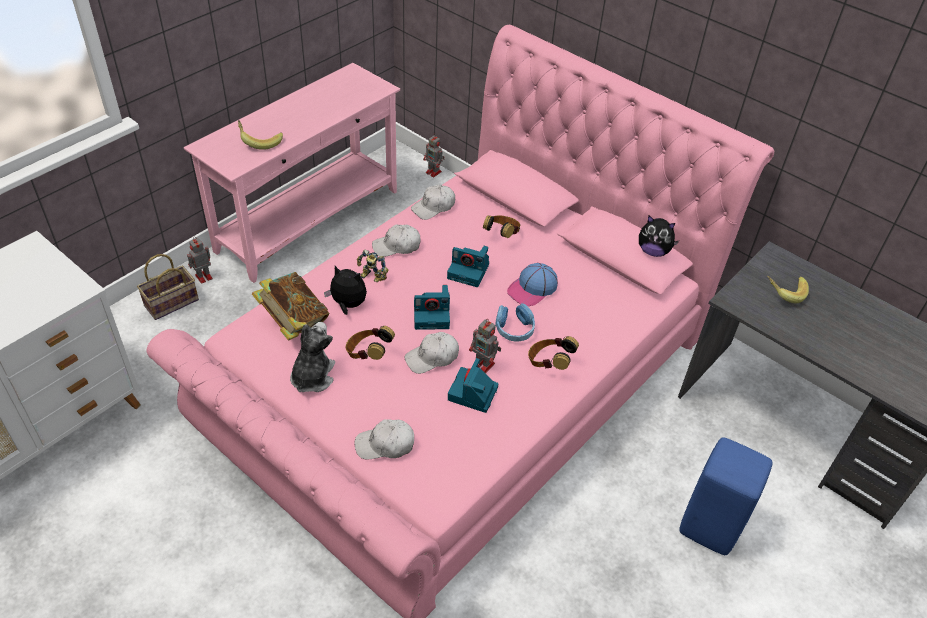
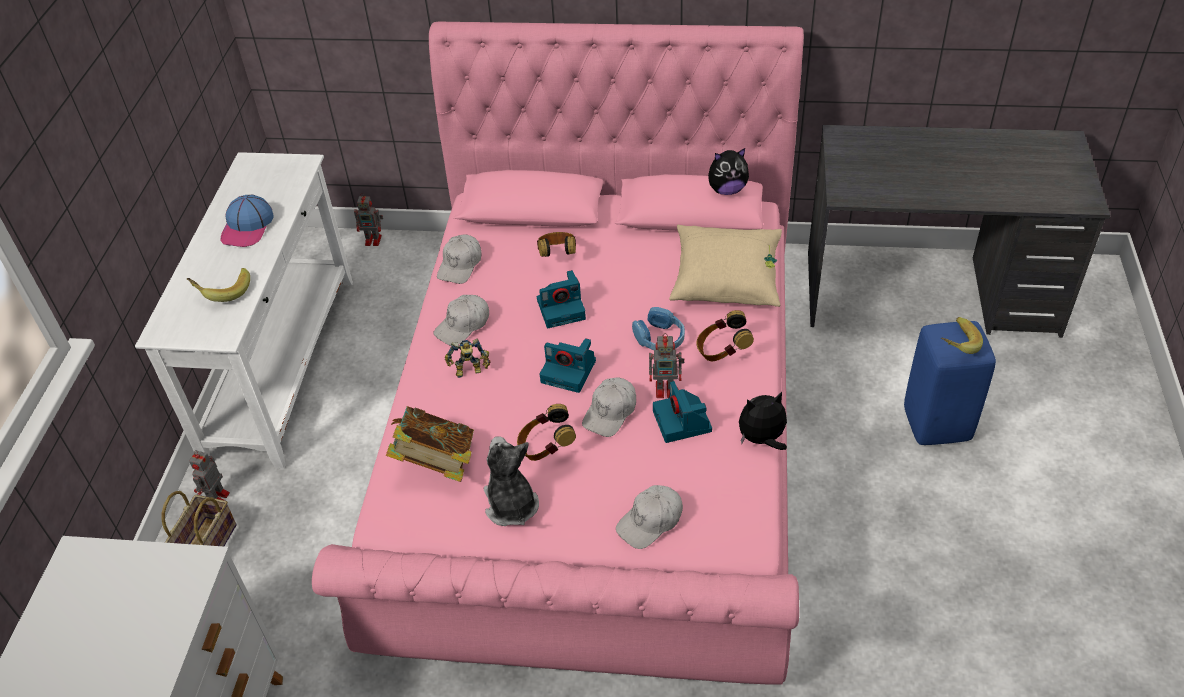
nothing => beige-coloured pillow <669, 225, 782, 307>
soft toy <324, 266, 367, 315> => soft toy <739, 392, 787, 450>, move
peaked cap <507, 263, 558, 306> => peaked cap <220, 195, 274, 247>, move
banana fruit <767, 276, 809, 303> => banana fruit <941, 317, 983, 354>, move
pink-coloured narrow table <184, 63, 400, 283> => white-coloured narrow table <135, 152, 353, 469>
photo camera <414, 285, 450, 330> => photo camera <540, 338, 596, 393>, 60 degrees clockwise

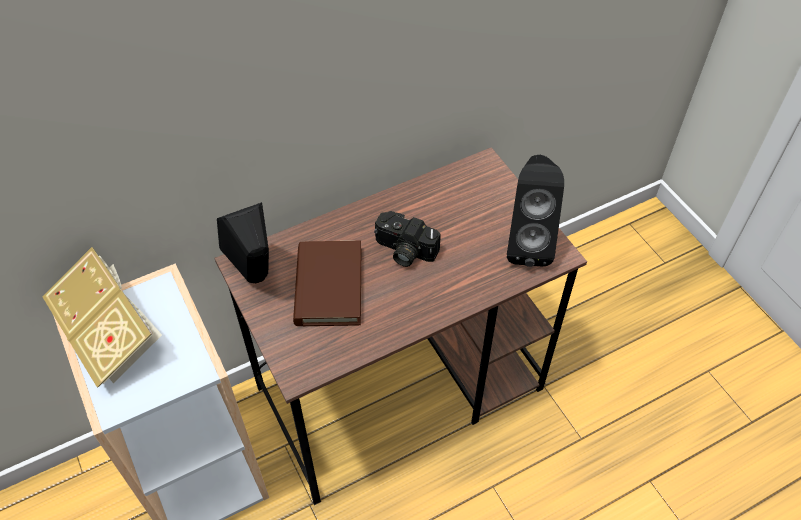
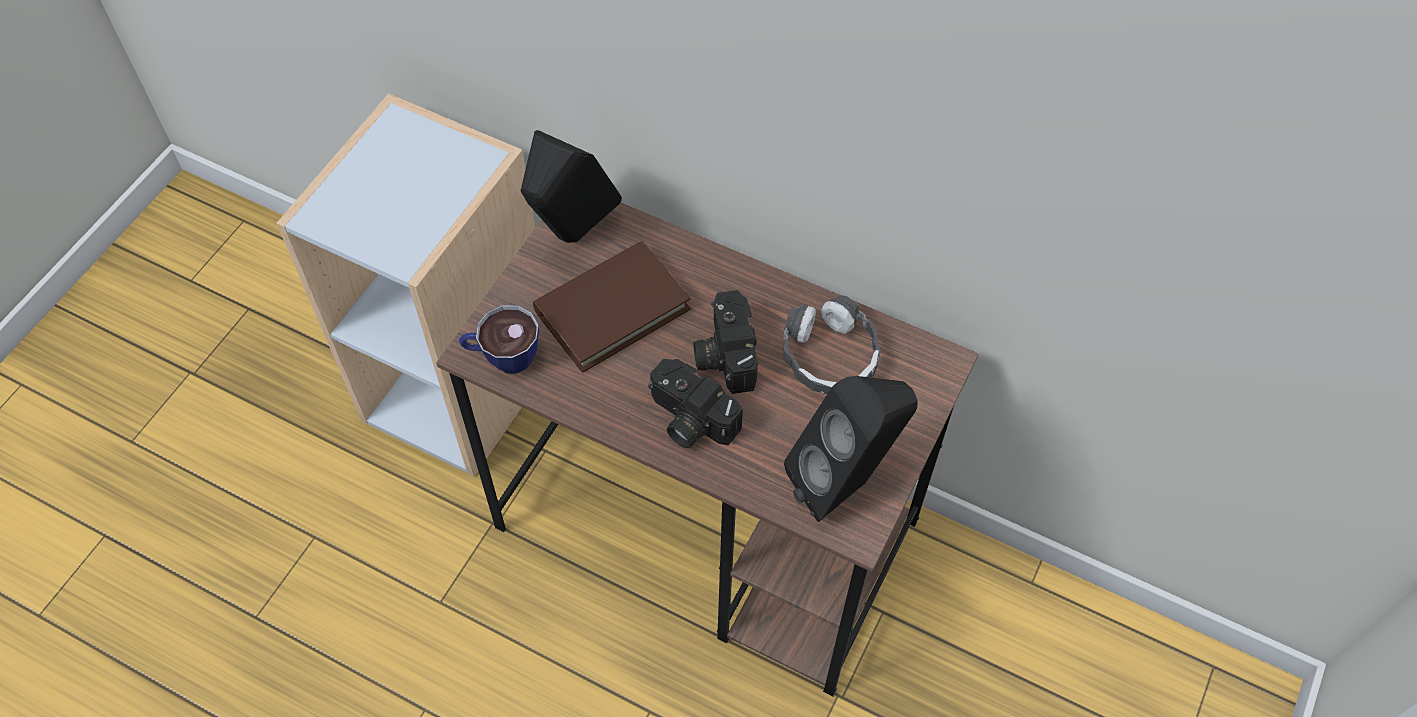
volume <42, 247, 162, 388> => nothing
nothing => drinking cup <459, 305, 539, 373>
nothing => photo camera <648, 359, 743, 448>
nothing => pair of headphones <783, 295, 881, 394>

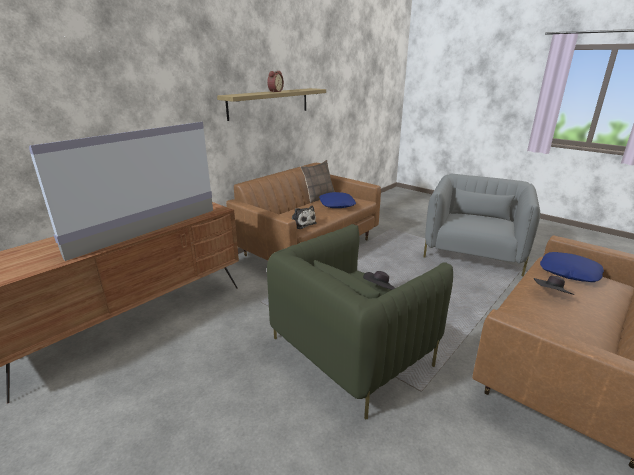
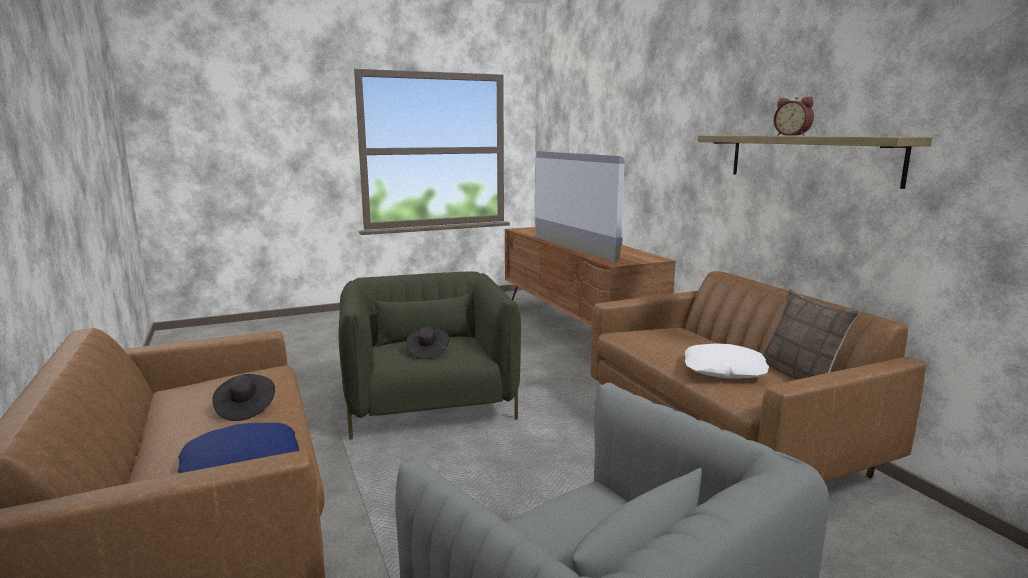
soft toy <292, 206, 317, 229> => nothing
blue pillow <319, 192, 356, 208> => white-coloured pillow <685, 343, 769, 379>

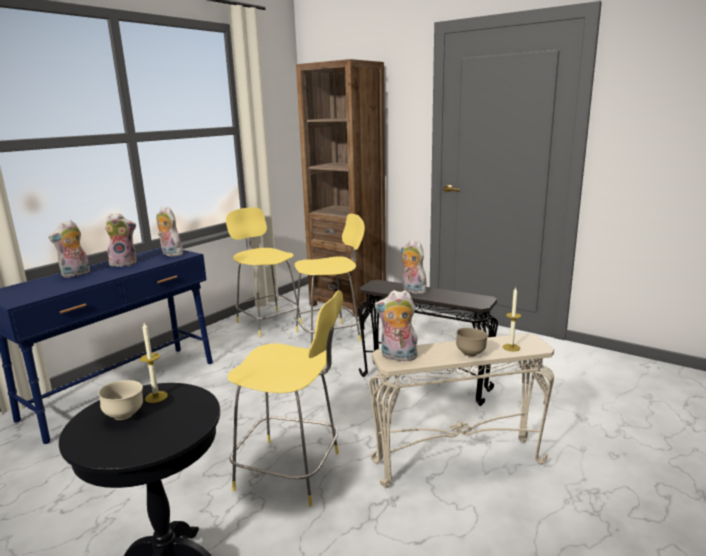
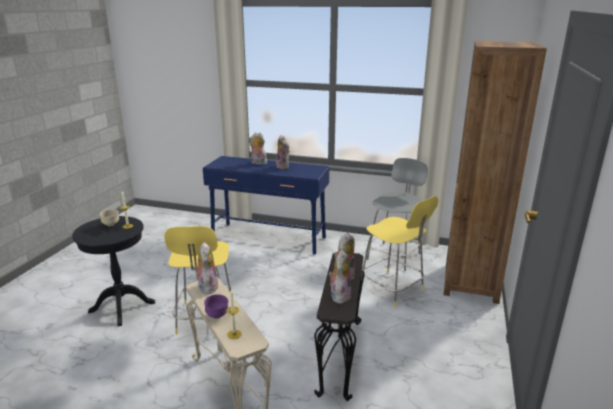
soft toy <156, 206, 183, 256> => soft toy <329, 250, 351, 304>, move
yellow-coloured stool <226, 207, 302, 337> => gray stool <367, 158, 428, 271>
brown-coloured bowl <456, 328, 488, 357> => purple bowl <204, 294, 228, 318>

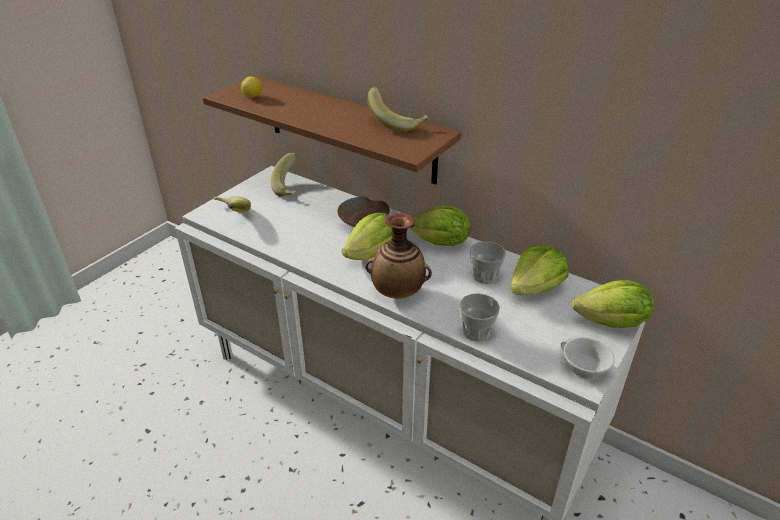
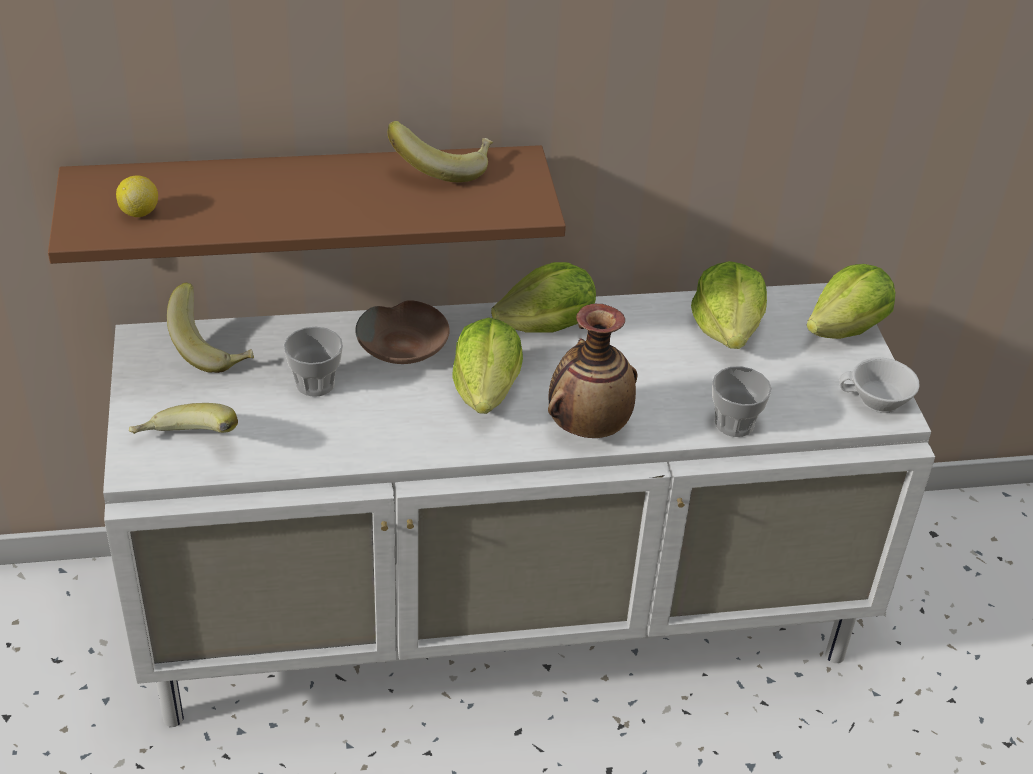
drinking cup <470, 241, 506, 284> => drinking cup <284, 326, 343, 397>, move

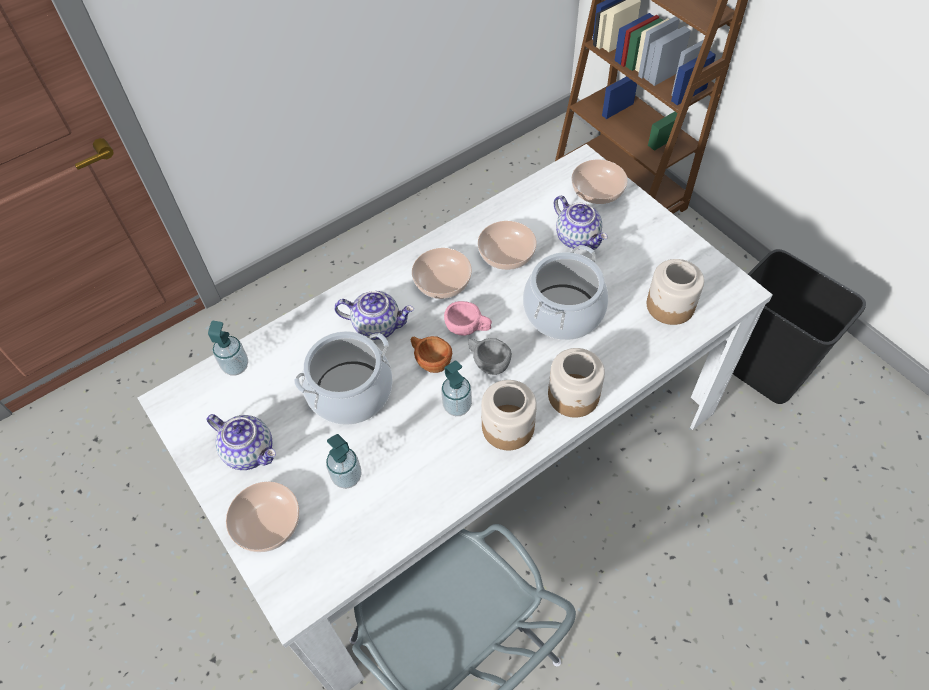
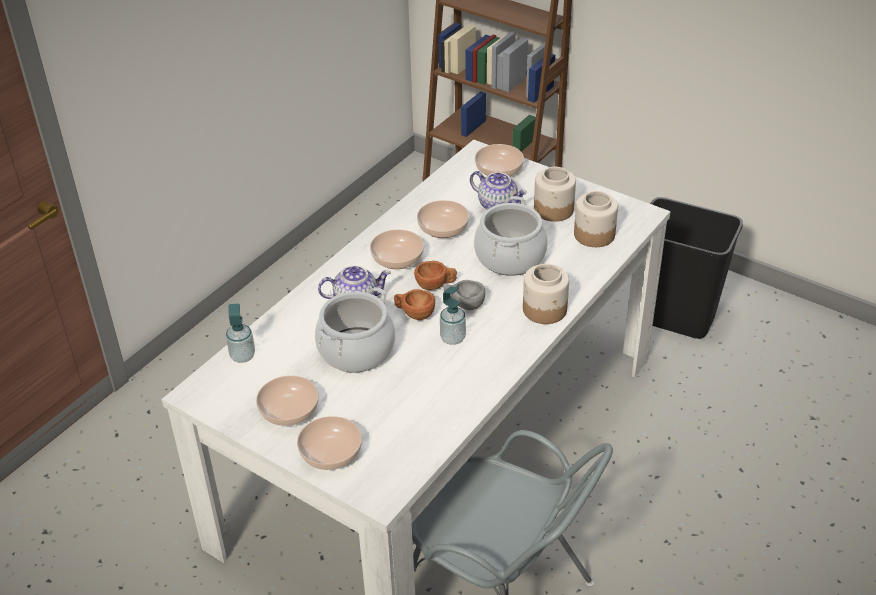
soap dispenser <326, 434, 362, 489> => nothing
jar <481, 380, 537, 450> => jar <534, 167, 576, 222>, move
tea pot <206, 414, 276, 470> => bowl <256, 376, 319, 426>
pink-coloured drinking cup <444, 301, 492, 336> => brown-coloured drinking cup <414, 261, 457, 290>

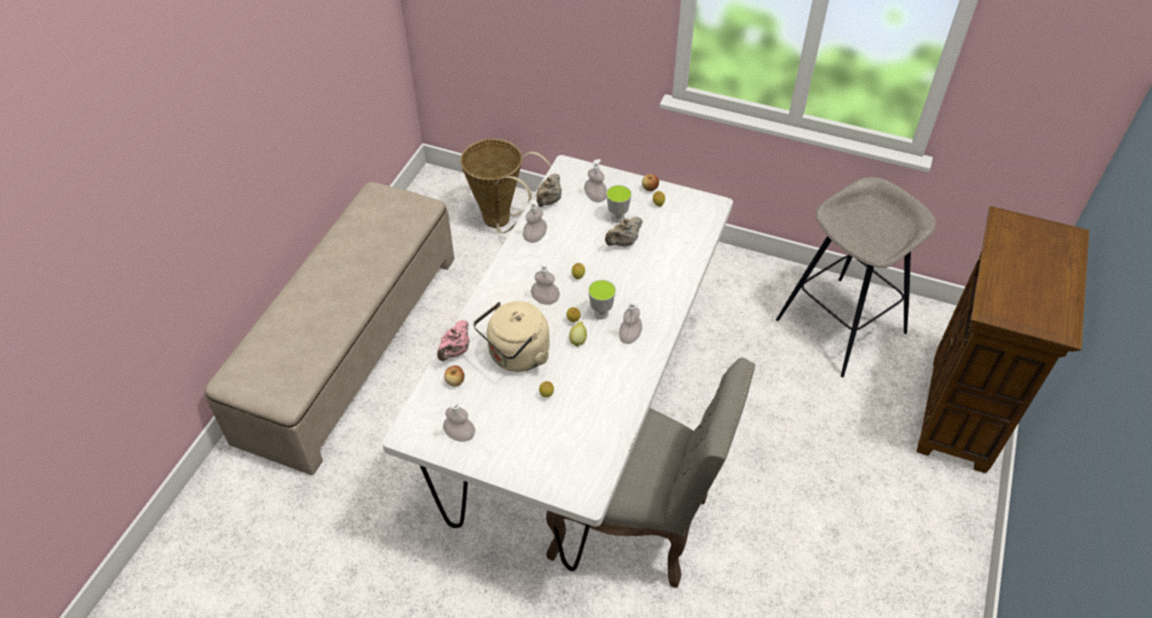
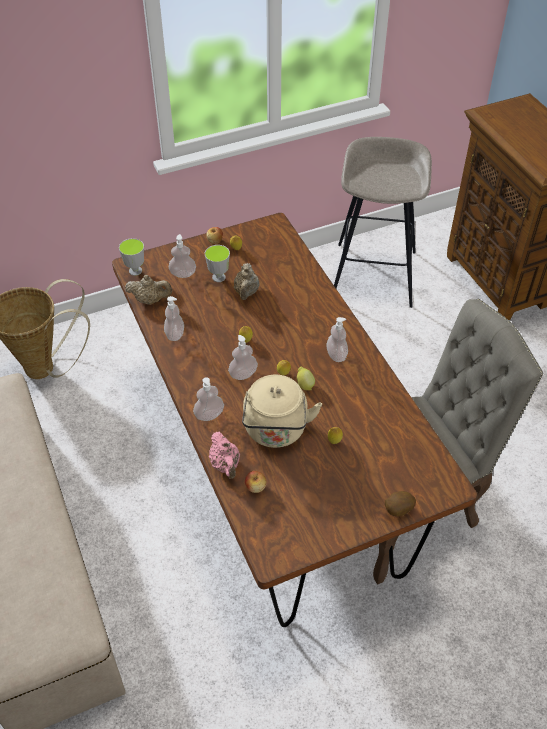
nothing => spud <385, 491, 416, 516>
soap dispenser <443, 399, 475, 442> => soap dispenser <193, 377, 224, 421>, move
drinking cup <588, 280, 616, 319> => drinking cup <119, 238, 144, 276>, move
white-coloured dining table <382, 155, 733, 571> => brown-coloured dining table <112, 213, 477, 627>
beige-coloured tea pot <536, 173, 562, 207> => beige-coloured tea pot <125, 275, 172, 305>, 60 degrees counterclockwise

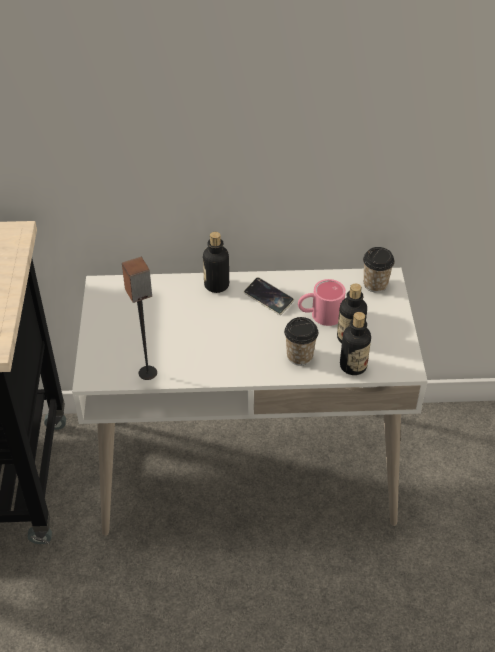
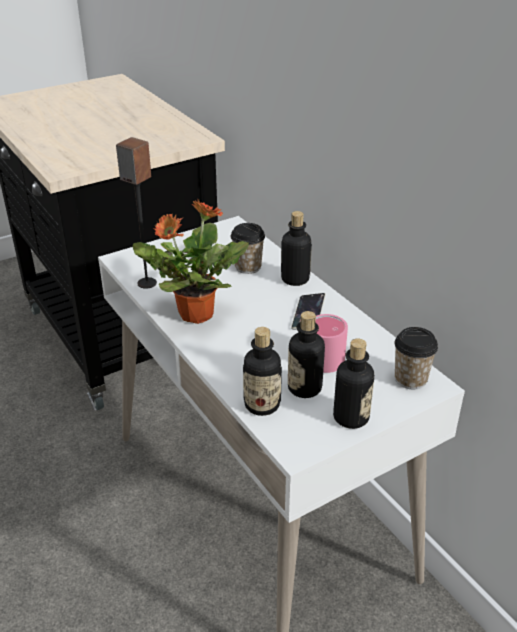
nothing => plant in a pot <132, 200, 249, 324>
nothing => drink bottle <333, 339, 374, 429>
drinking cup <284, 317, 318, 365> => drinking cup <231, 223, 265, 274>, move

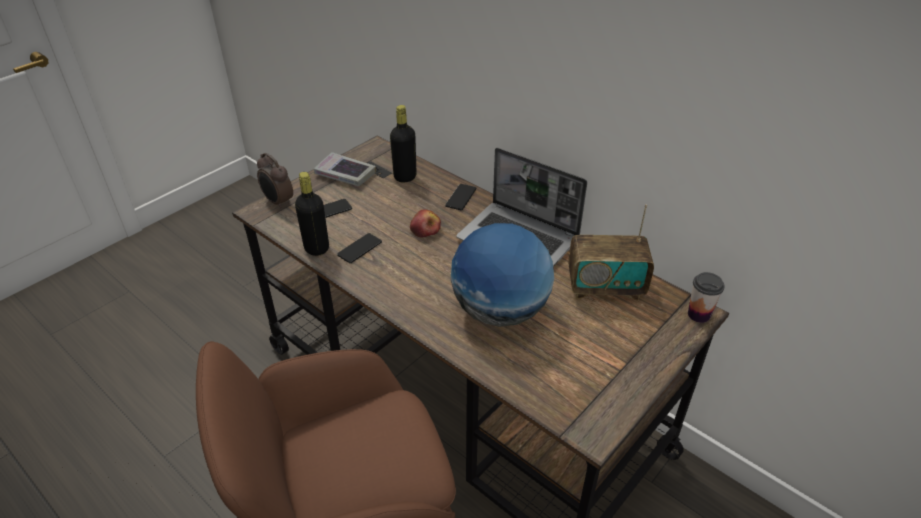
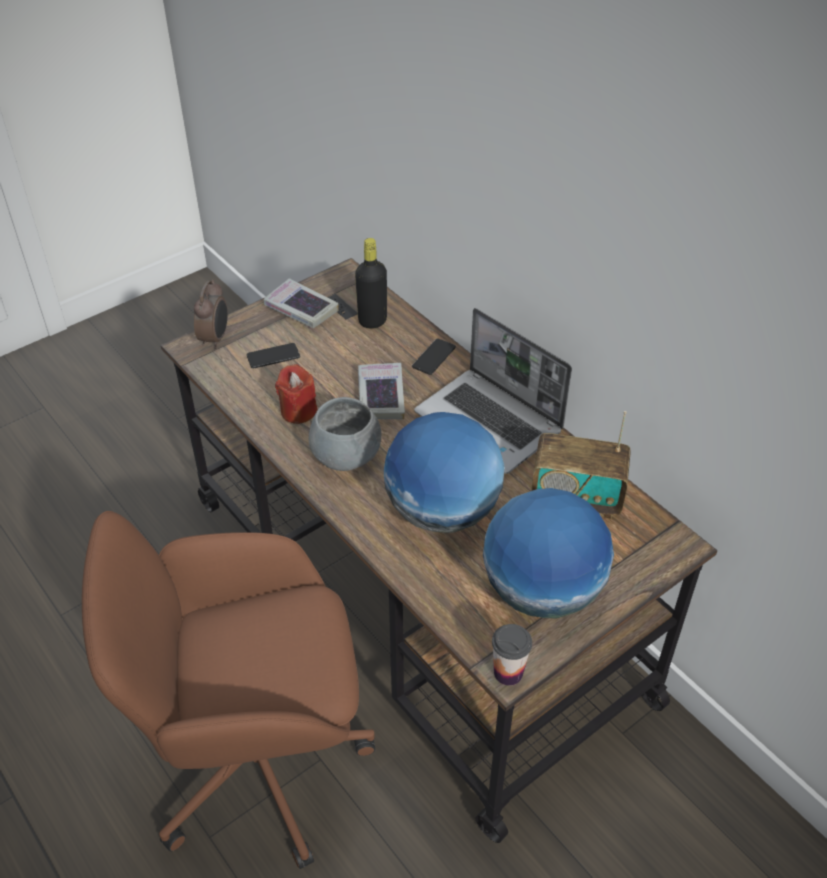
black drink bottle <295, 172, 329, 256> => nothing
nothing => gray bowl <308, 397, 381, 471>
nothing => world globe <483, 488, 614, 618>
drinking cup <688, 272, 725, 323> => drinking cup <492, 624, 532, 685>, move
phone <337, 233, 382, 263> => red-coloured candle <275, 364, 318, 424>
apple fruit <410, 209, 441, 237> => volume <358, 363, 405, 420>
alarm clock <257, 153, 293, 209> => alarm clock <194, 280, 228, 349>, 135 degrees counterclockwise

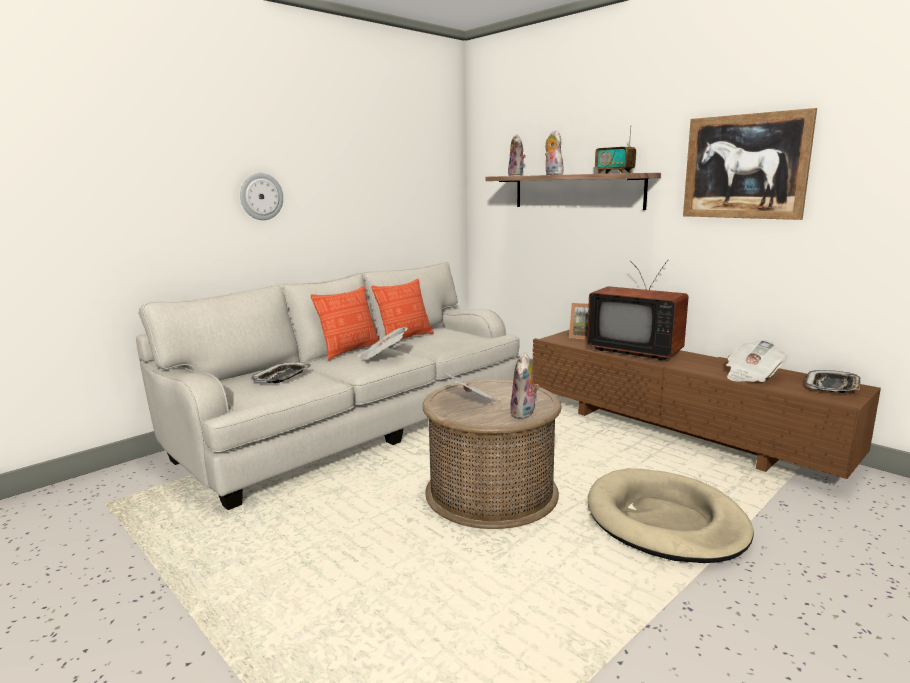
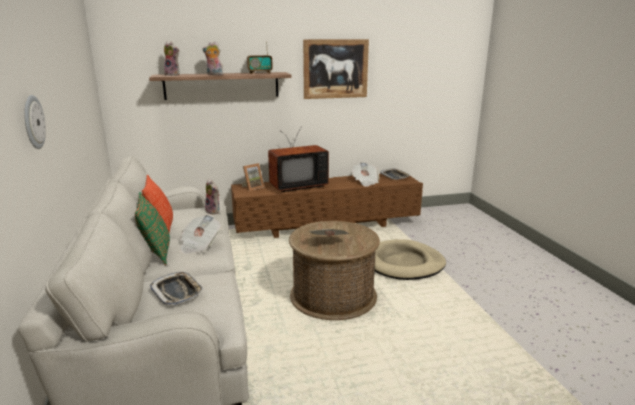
soft toy <510, 352, 539, 419> => soft toy <205, 179, 219, 214>, move
orange-coloured pillow <311, 286, 379, 360> => green-coloured pillow <135, 192, 170, 265>

